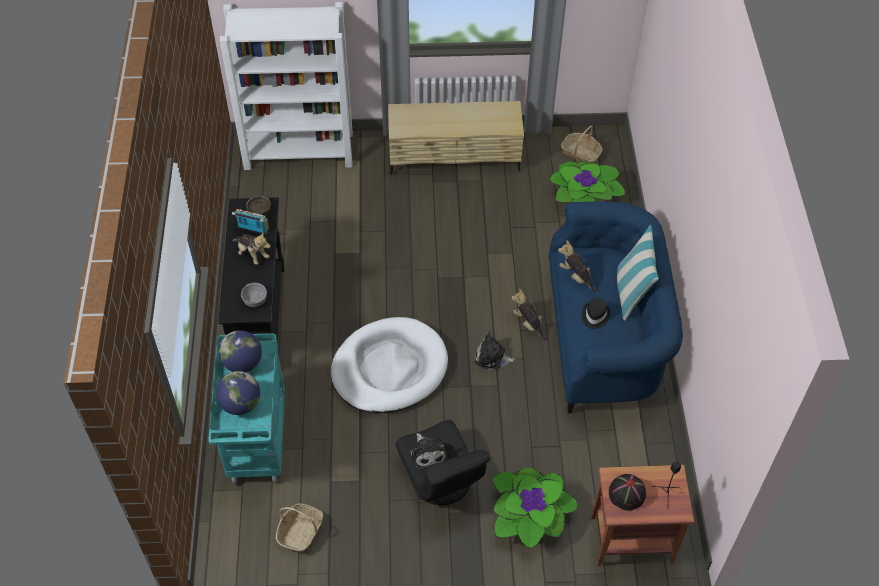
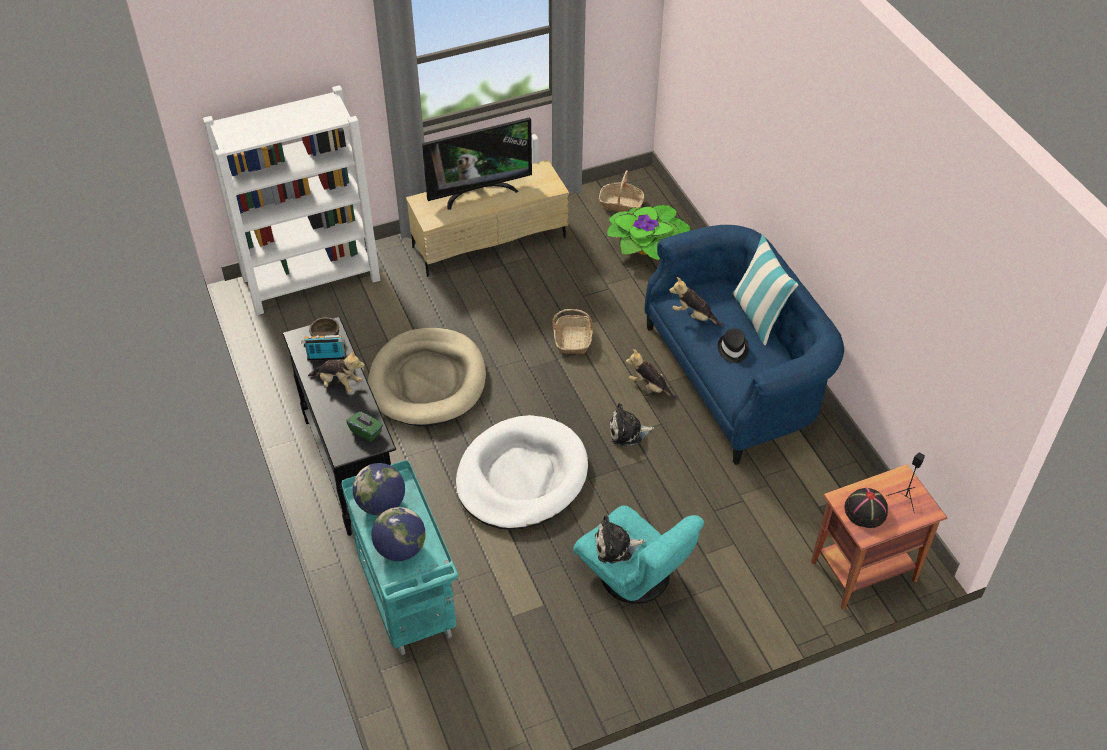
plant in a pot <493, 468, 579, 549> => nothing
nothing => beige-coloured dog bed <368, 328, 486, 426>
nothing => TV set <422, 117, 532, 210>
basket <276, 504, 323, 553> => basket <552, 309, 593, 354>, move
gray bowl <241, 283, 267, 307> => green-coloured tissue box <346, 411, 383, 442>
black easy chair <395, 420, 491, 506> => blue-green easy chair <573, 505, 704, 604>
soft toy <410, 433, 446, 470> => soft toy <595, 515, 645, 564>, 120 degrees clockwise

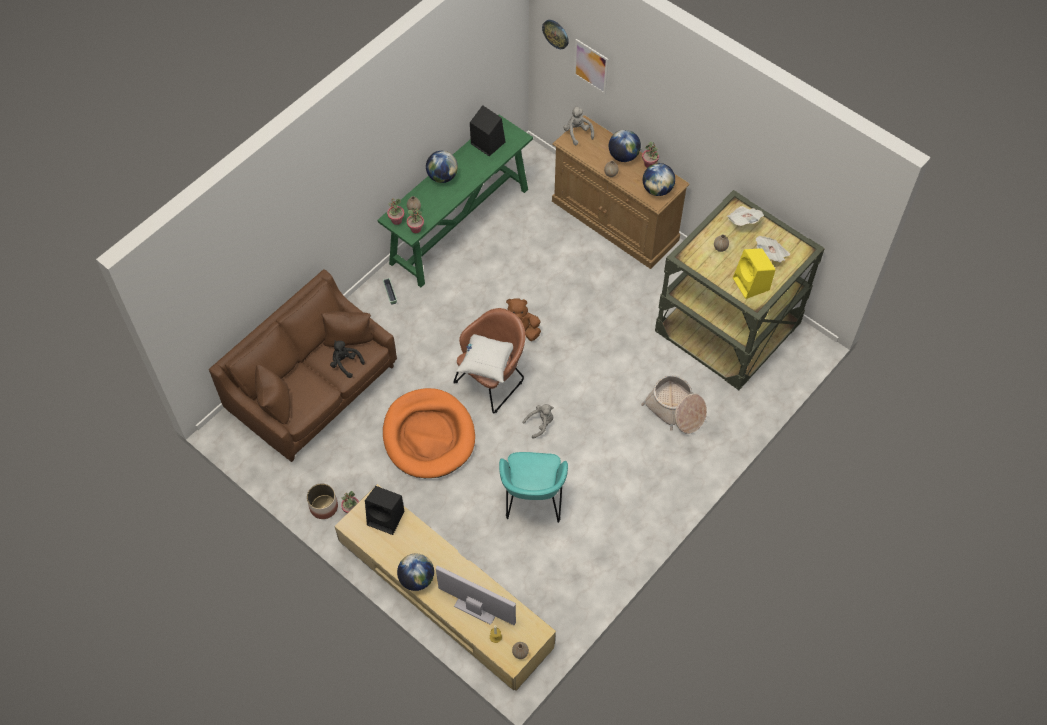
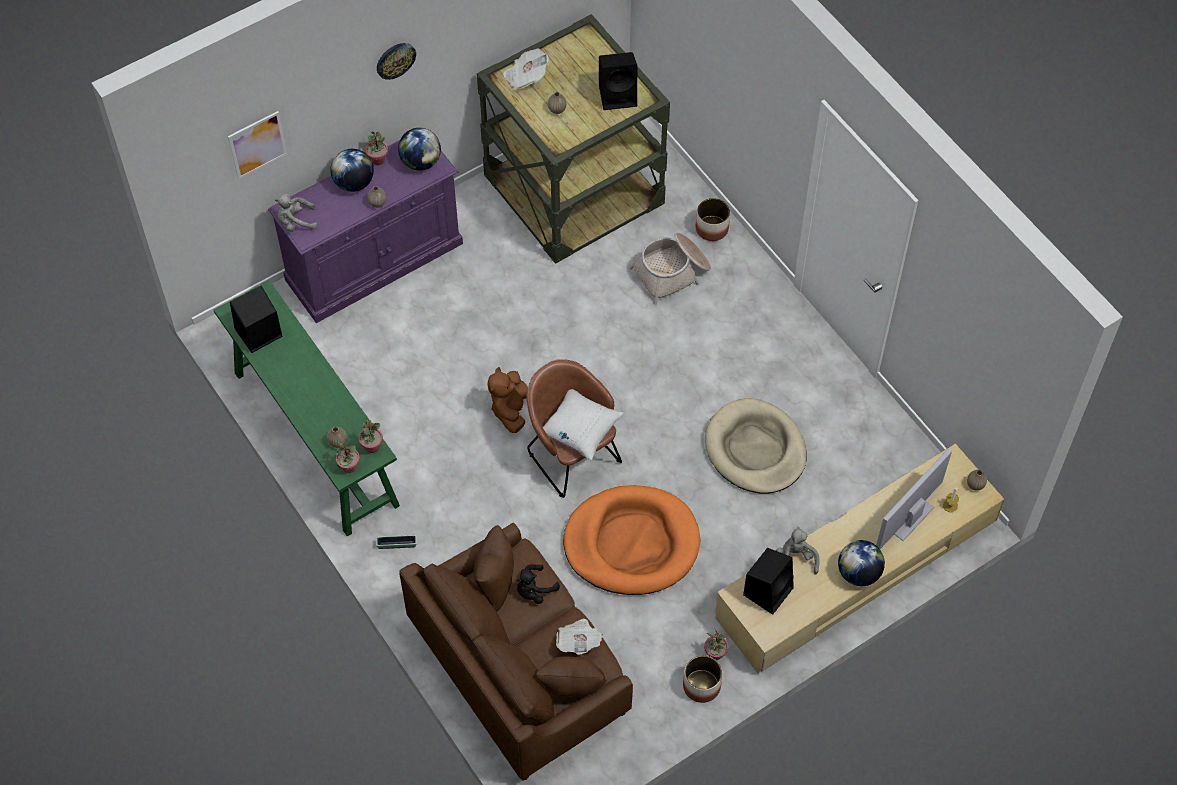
world globe <426, 151, 458, 183> => nothing
nothing => plant pot <696, 198, 730, 241>
gray soft toy <523, 404, 554, 439> => gray soft toy <776, 526, 820, 578>, move
wall clock <542, 20, 569, 49> => wall clock <377, 43, 416, 80>, move
daily paper <756, 236, 790, 263> => daily paper <556, 619, 603, 655>, move
blue-green easy chair <499, 452, 568, 523> => beige-coloured dog bed <705, 398, 807, 494>
brown-coloured cupboard <552, 116, 690, 269> => purple cupboard <268, 140, 463, 323>
yellow-coloured loudspeaker <733, 248, 775, 299> => black loudspeaker <599, 52, 637, 110>

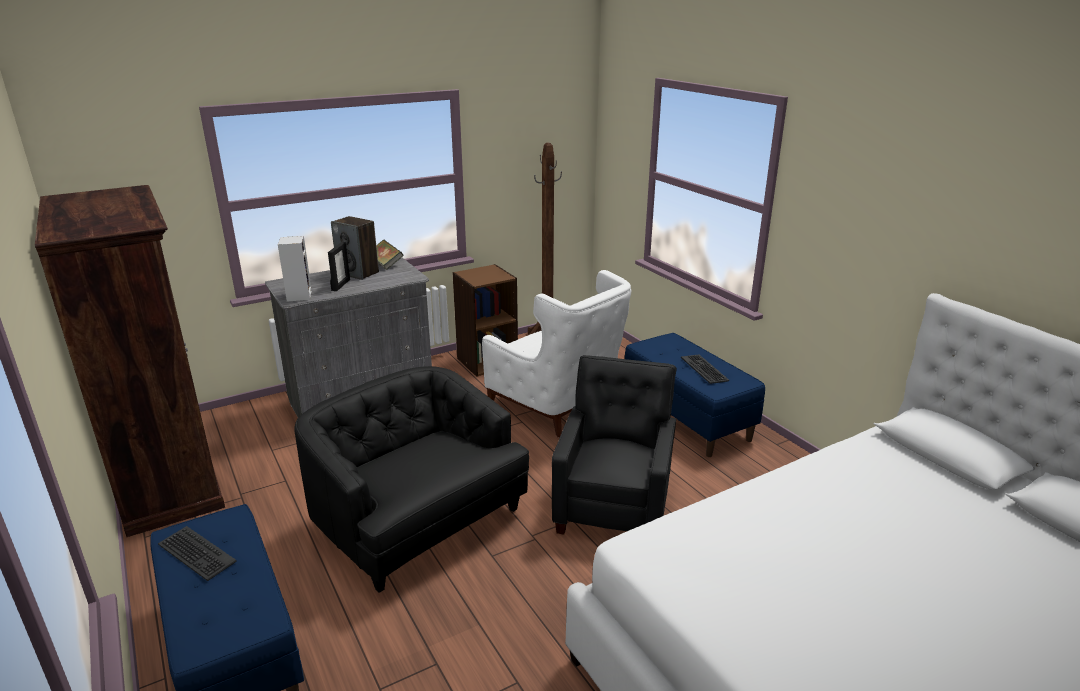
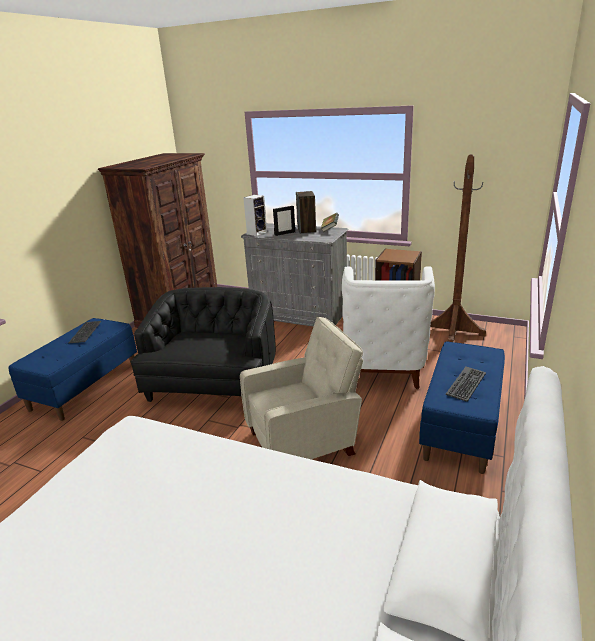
black easy chair <552, 355, 677, 534> => beige-coloured easy chair <240, 317, 363, 459>

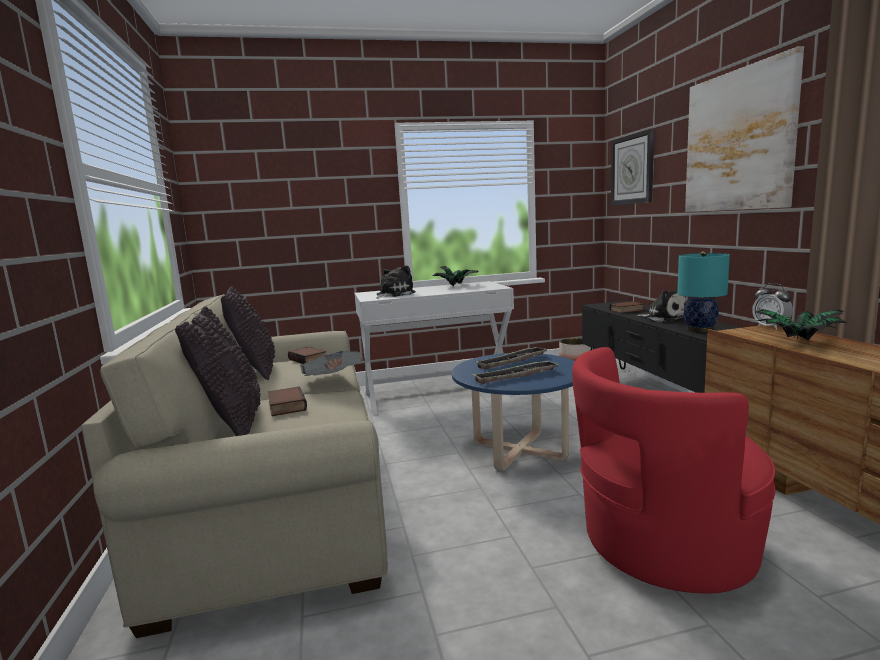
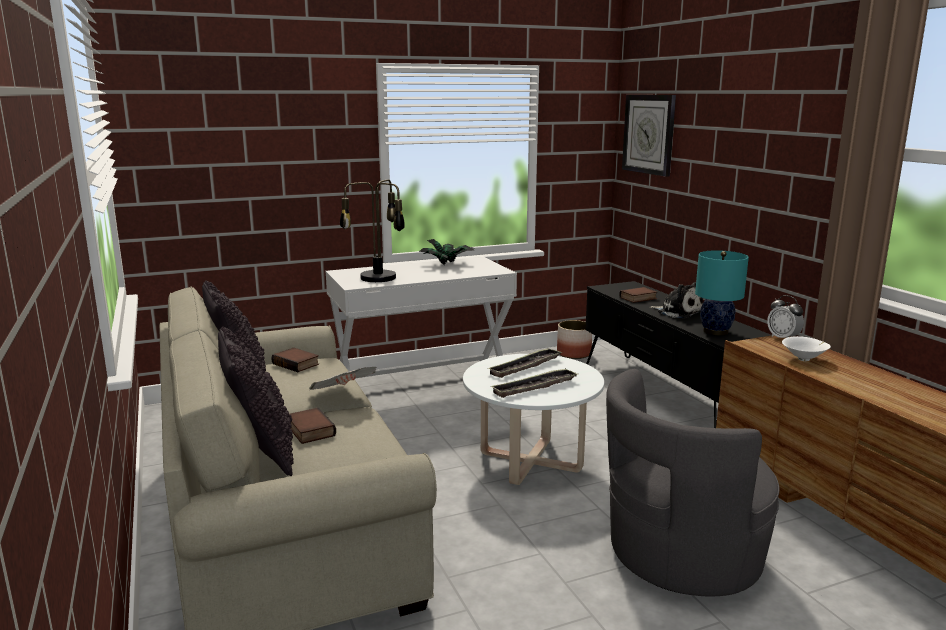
wall art <685, 46, 804, 212> => nothing
soft toy <376, 266, 416, 299> => table lamp <340, 179, 405, 282>
plant in a pot <756, 309, 847, 340> => white-coloured bowl <782, 336, 831, 361>
blue lounge table <452, 353, 575, 471> => white-coloured lounge table <463, 354, 604, 485>
red-coloured easy chair <572, 347, 775, 593> => gray easy chair <606, 369, 780, 597>

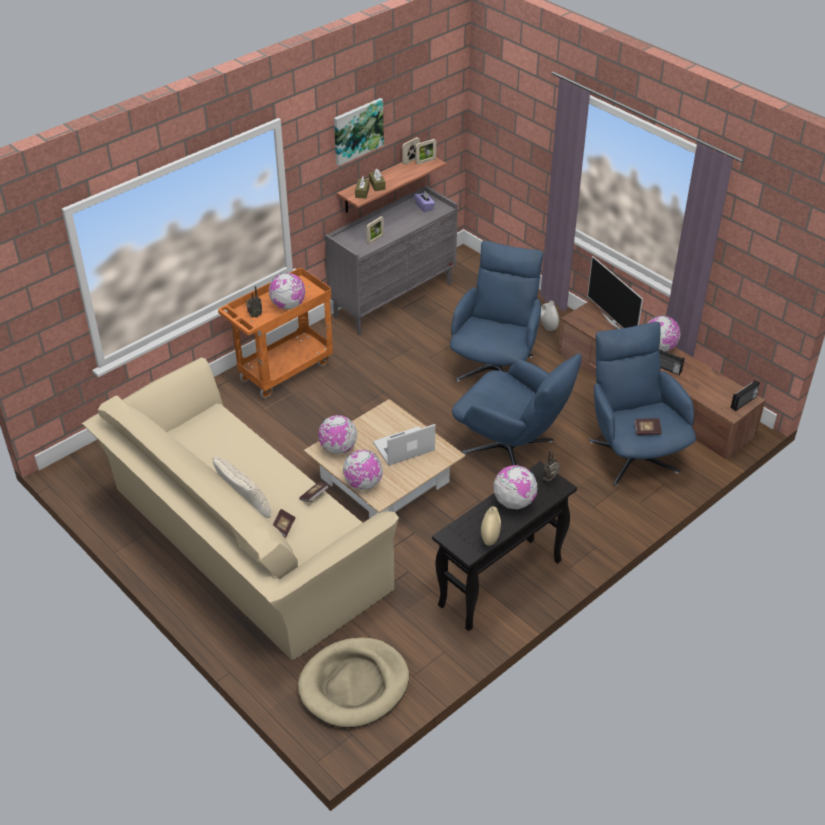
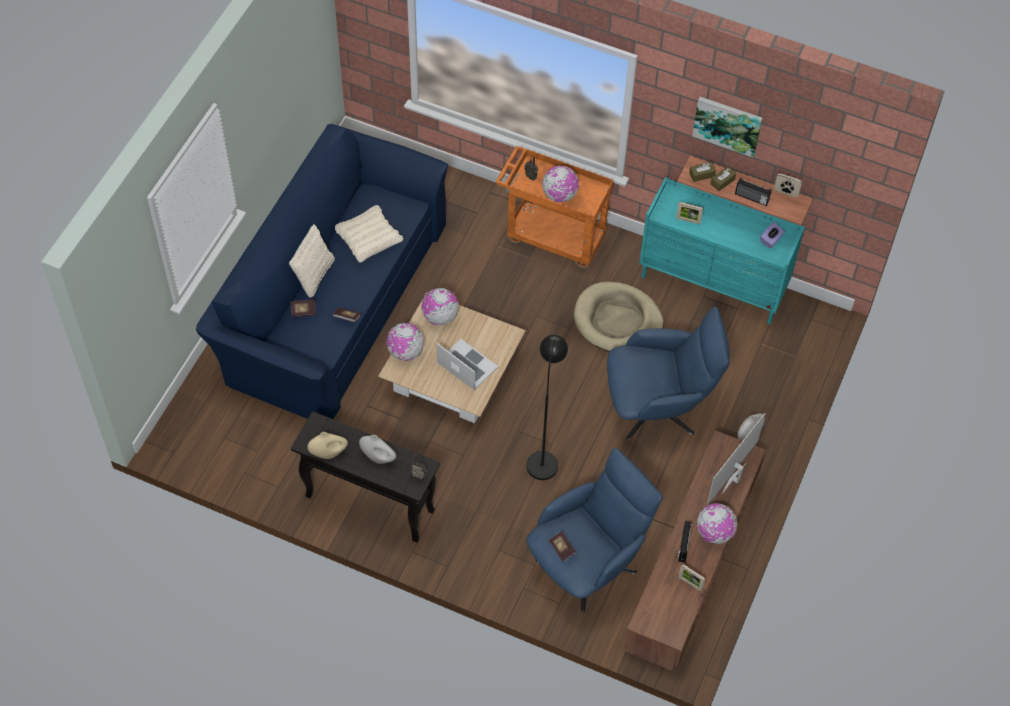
nothing => beige-coloured pillow <335, 205, 404, 263>
beige-coloured dog bed <298, 637, 409, 728> => beige-coloured dog bed <574, 282, 664, 352>, move
standing frame <416, 139, 436, 165> => standing frame <678, 564, 705, 591>, move
radio receiver <731, 380, 760, 411> => radio receiver <735, 178, 771, 206>, move
blue easy chair <452, 353, 582, 466> => black floor lamp <526, 335, 568, 480>
world globe <493, 465, 537, 509> => white-coloured vase <359, 435, 396, 464>
beige-coloured sofa <82, 358, 399, 660> => blue sofa <196, 124, 448, 419>
gray cupboard <325, 186, 458, 335> => blue-green cupboard <639, 177, 805, 325>

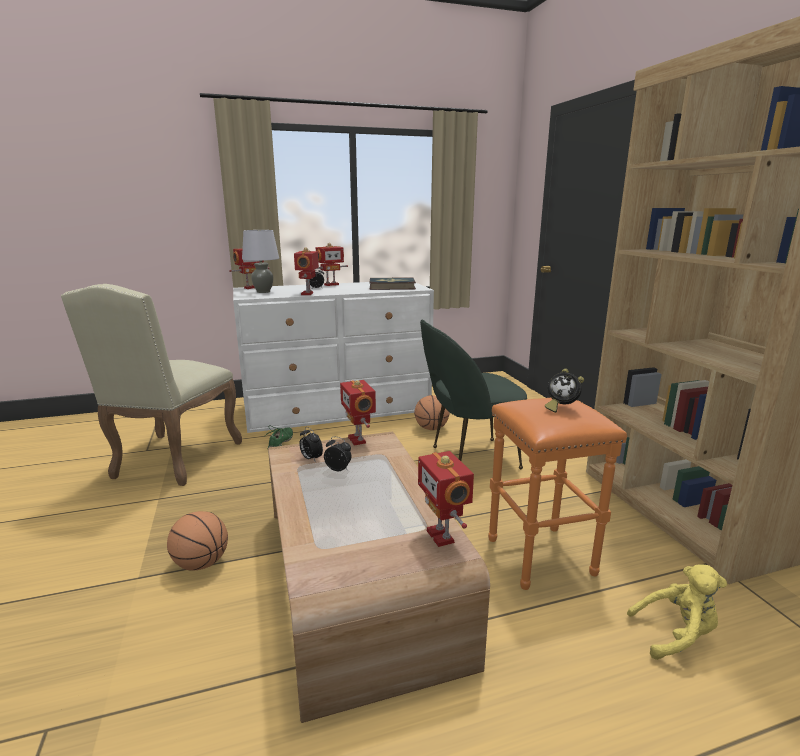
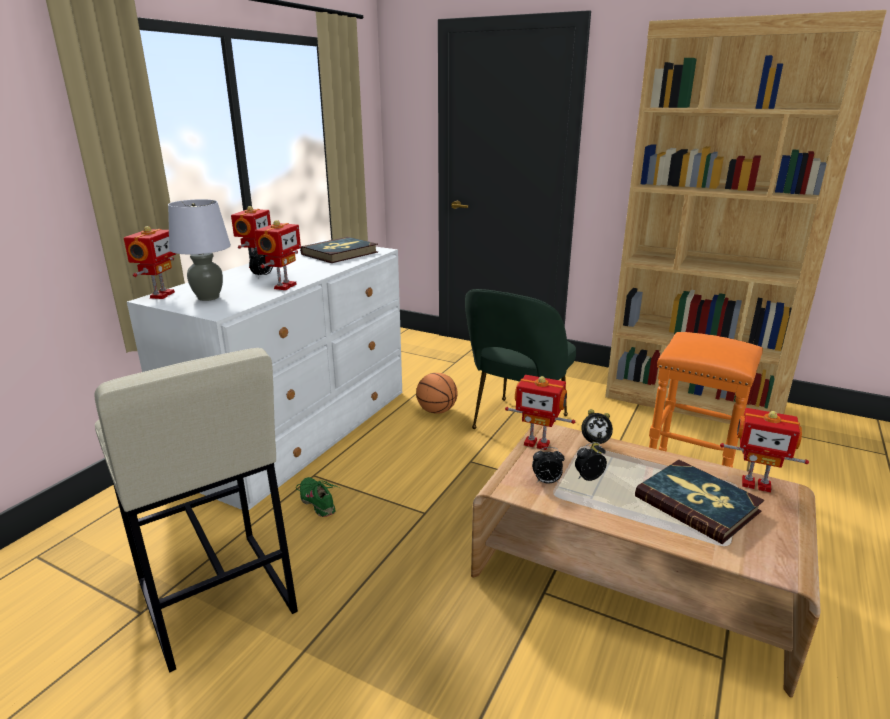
ball for basketball <167, 511, 228, 570> => nothing
yellow-coloured soft toy <627, 564, 727, 660> => nothing
nothing => volume <635, 460, 764, 544>
alarm clock <545, 368, 584, 413> => alarm clock <581, 409, 613, 454>, move
beige-coloured upright chair <61, 284, 242, 486> => beige-coloured stool <94, 348, 298, 672>
toy robot <294, 247, 319, 295> => toy robot <255, 220, 301, 290>, 120 degrees counterclockwise

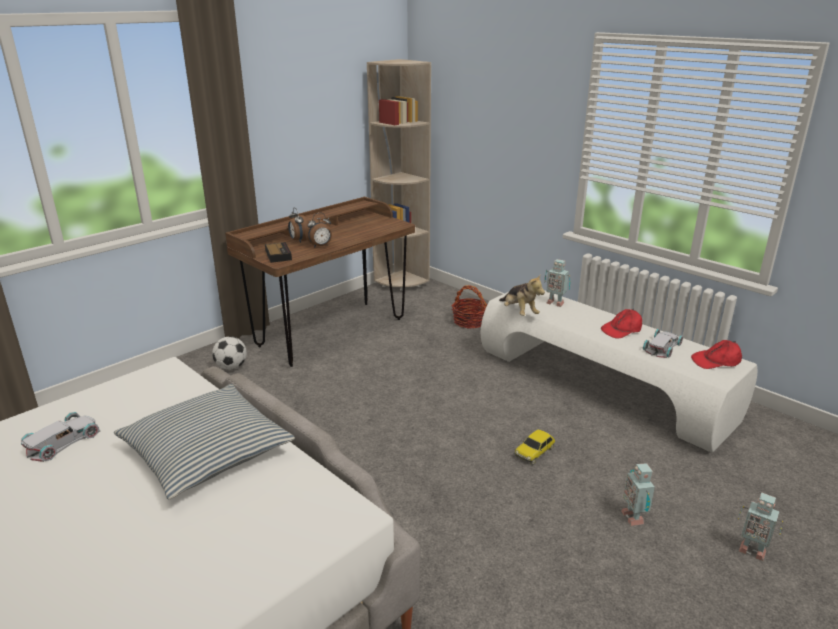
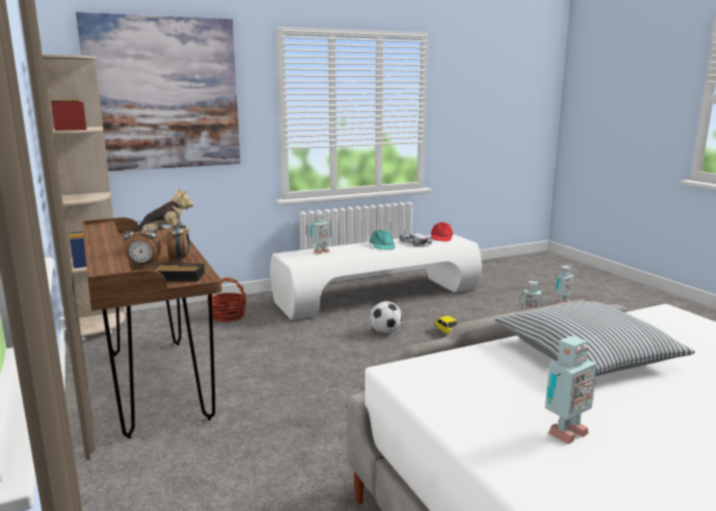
nothing => wall art <76, 12, 241, 171>
ball for football <212, 336, 247, 370> => ball for football <370, 301, 402, 334>, move
soft toy <499, 275, 545, 316> => soft toy <125, 188, 194, 242>, move
white-coloured miniature car <21, 412, 100, 462> => toy robot <545, 336, 597, 444>
red-coloured peaked cap <601, 309, 642, 339> => blue-green peaked cap <370, 229, 395, 250>

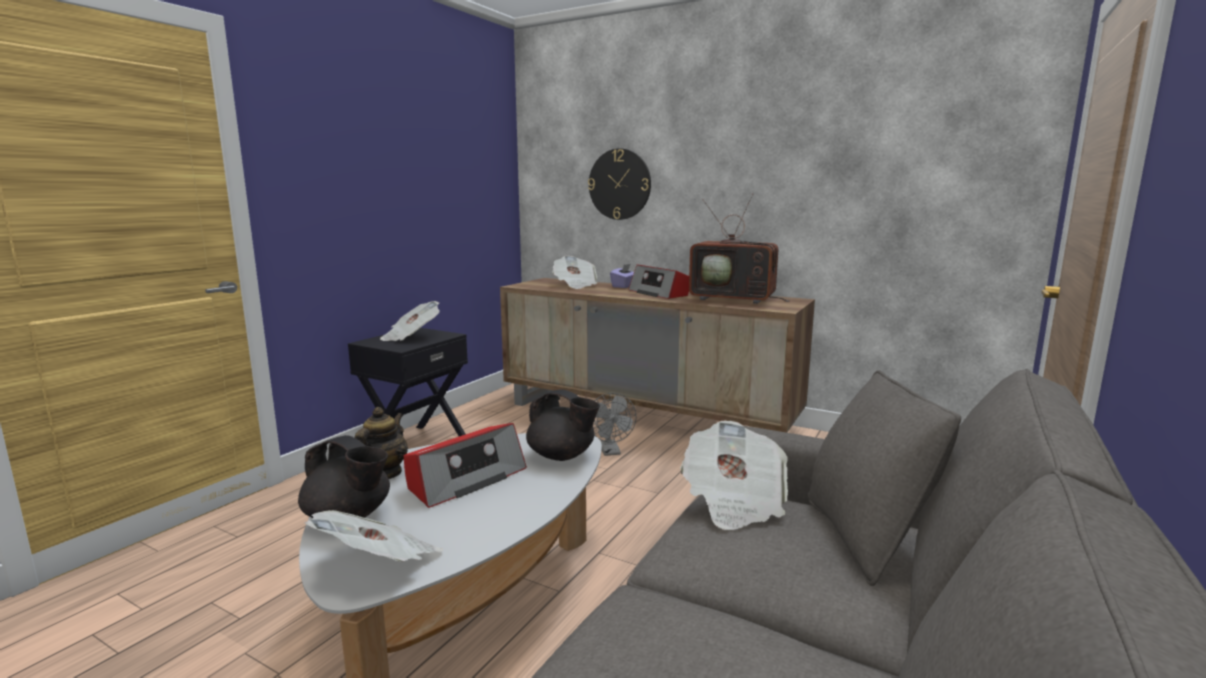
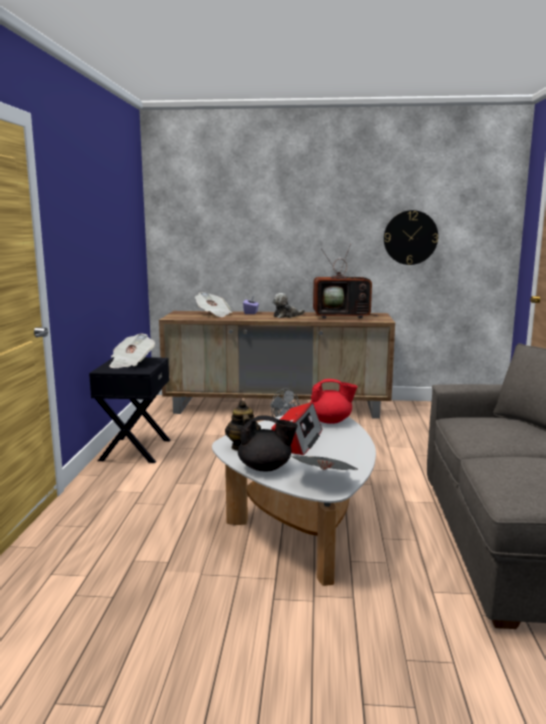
daily paper <680, 421, 788, 530> => nothing
wall clock <588, 148, 651, 220> => wall clock <384, 210, 438, 265>, move
radio receiver <628, 265, 689, 299> => soft toy <273, 293, 305, 318>
black tea pot <526, 389, 600, 461> => red-coloured tea pot <310, 379, 358, 424>

